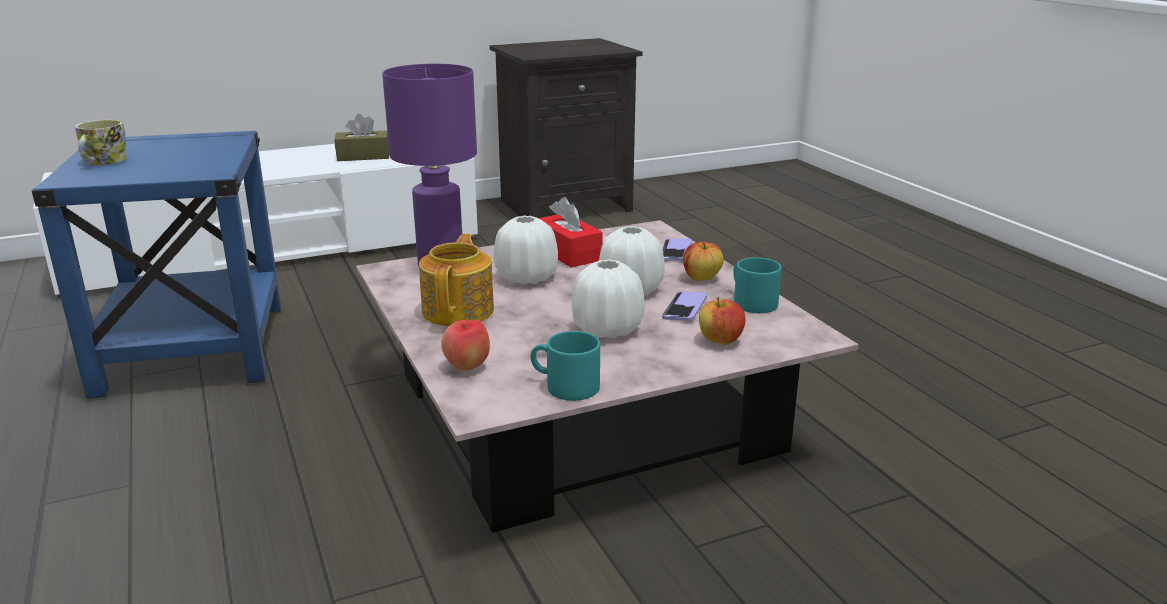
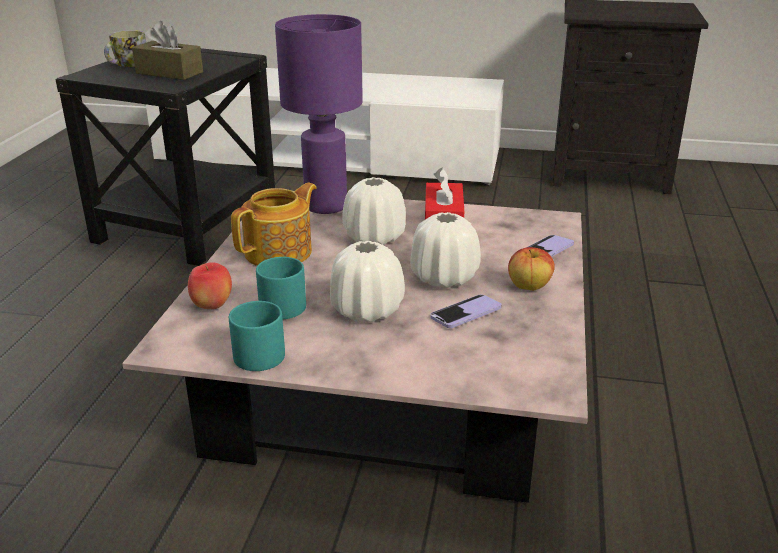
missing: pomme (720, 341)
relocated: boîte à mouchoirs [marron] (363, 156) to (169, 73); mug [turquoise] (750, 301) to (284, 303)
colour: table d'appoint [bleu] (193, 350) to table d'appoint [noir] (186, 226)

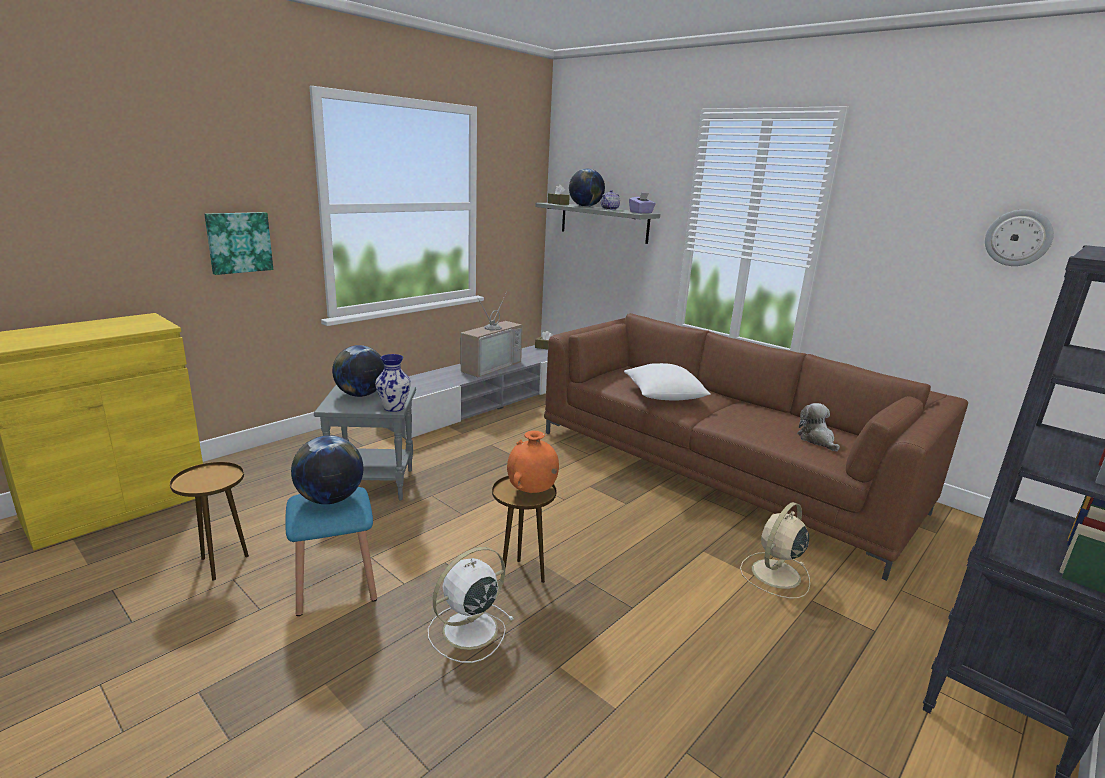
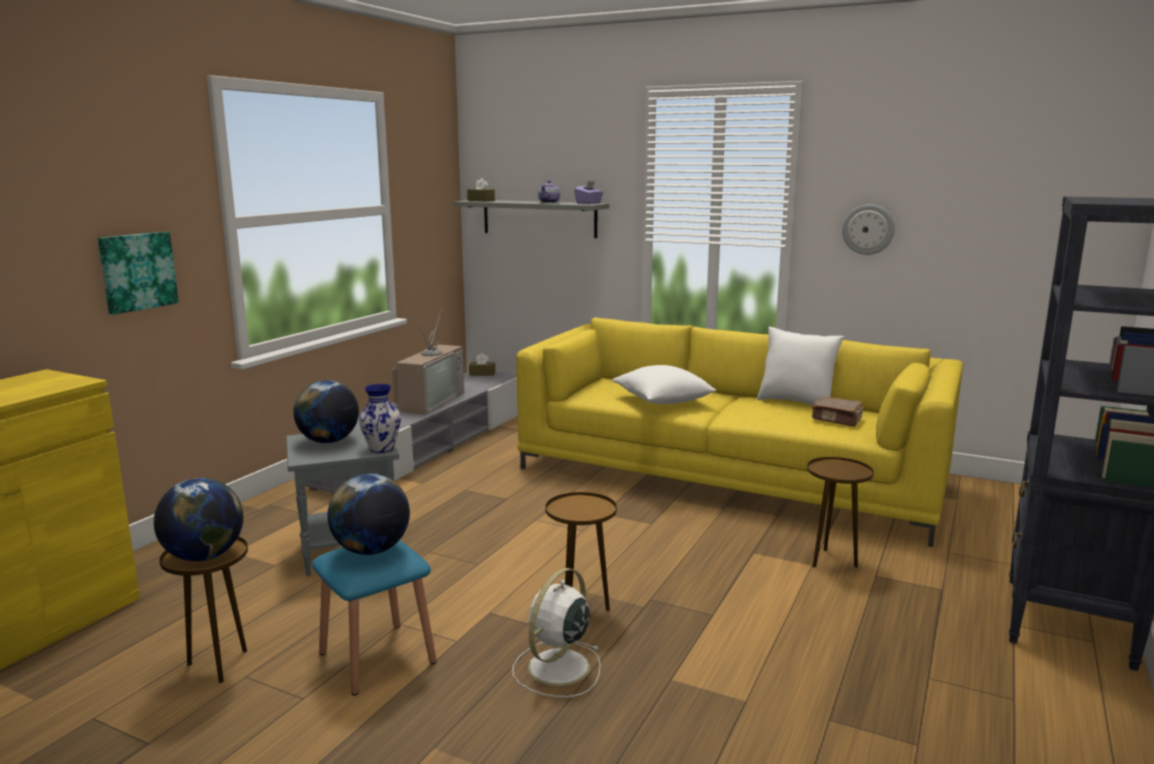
missing: vase [orange] (531, 492)
appeared: coussin [blanc] (796, 402)
relocated: globe (585, 206) to (204, 556); horloge murale (1018, 238) to (868, 229)
exchanged: ventilateur [beige] (774, 575) to table d'appoint [marron] (831, 561); peluche (817, 440) to livre [marron] (837, 420)
colour: canapé [marron] (719, 470) to canapé [jaune] (728, 476)

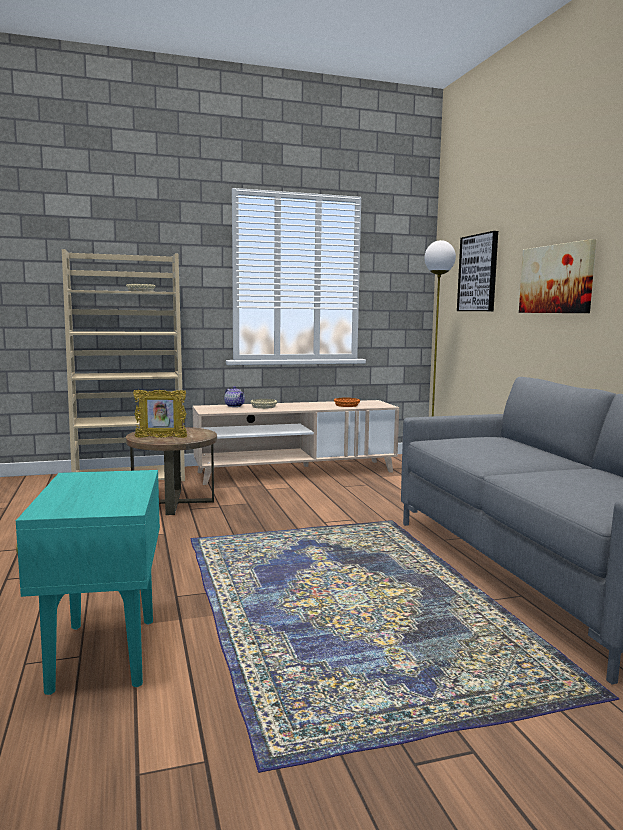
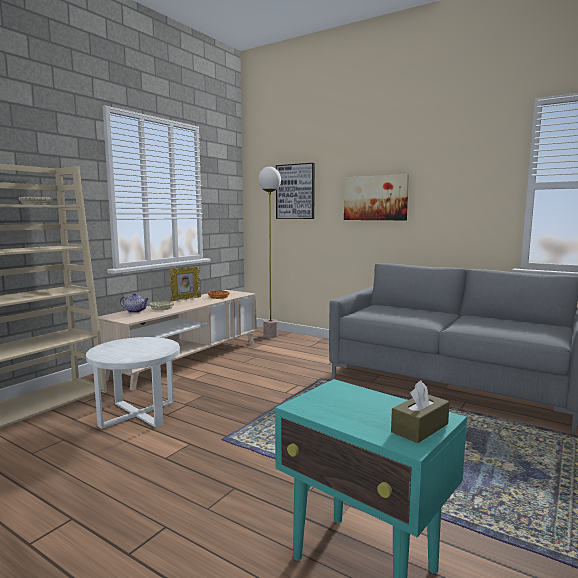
appeared: boîte à mouchoirs [marron] (420, 428)
relocated: cadre photo (161, 438) to (185, 299)
colour: table d'appoint [marron] (173, 502) to table d'appoint [blanc] (138, 413)

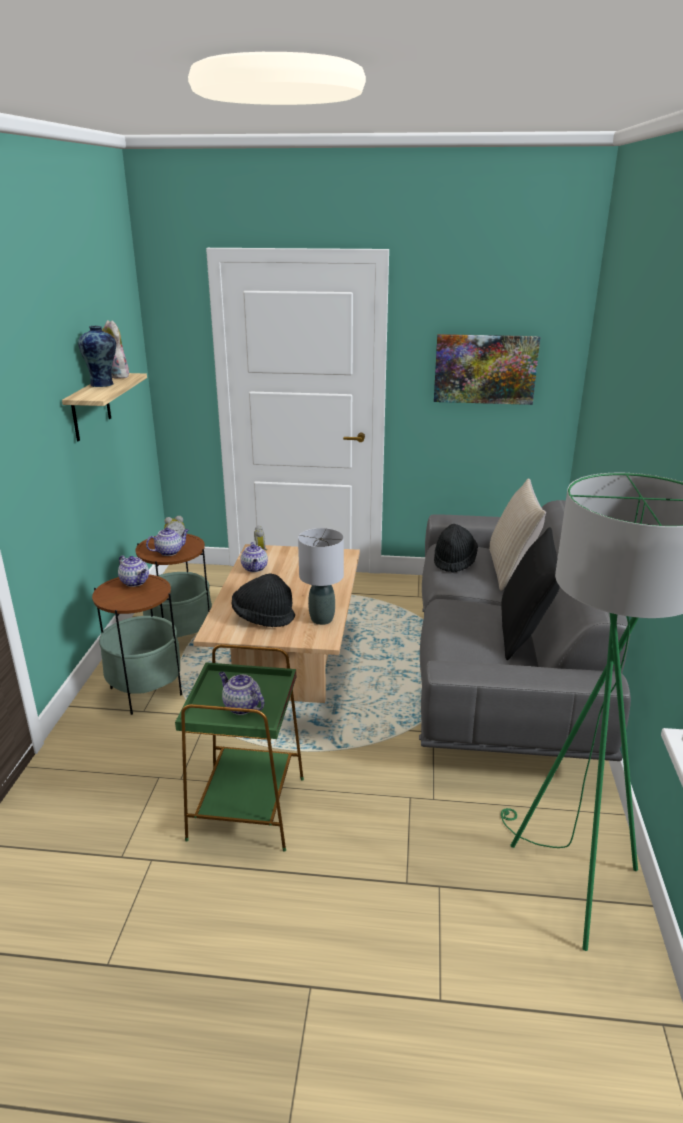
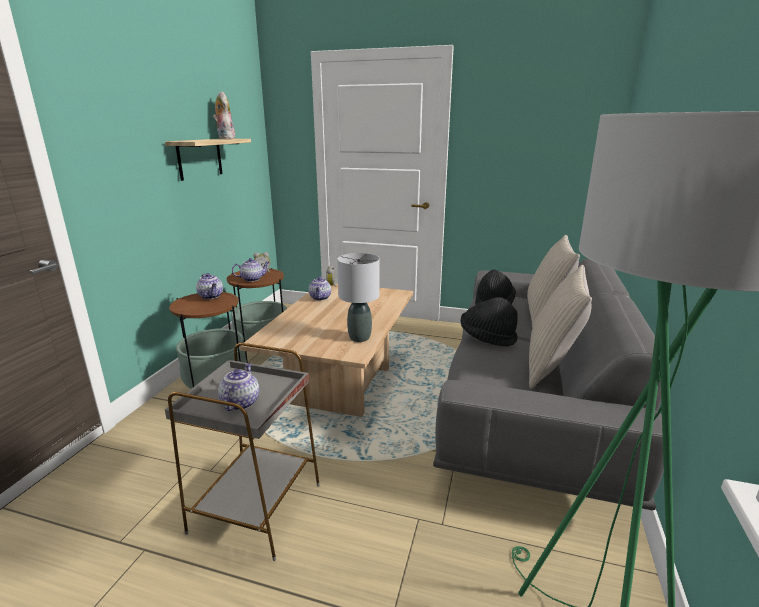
missing: vase (103, 384); tableau (485, 369)
relocated: chapeau [noir] (263, 617) to (487, 338)
colour: table d'appoint [vert] (248, 807) to table d'appoint [gris] (258, 507); coussin [noir] (523, 633) to coussin [beige] (551, 366)
spun: théière (241, 706) = (240, 402) 45 degrees clockwise

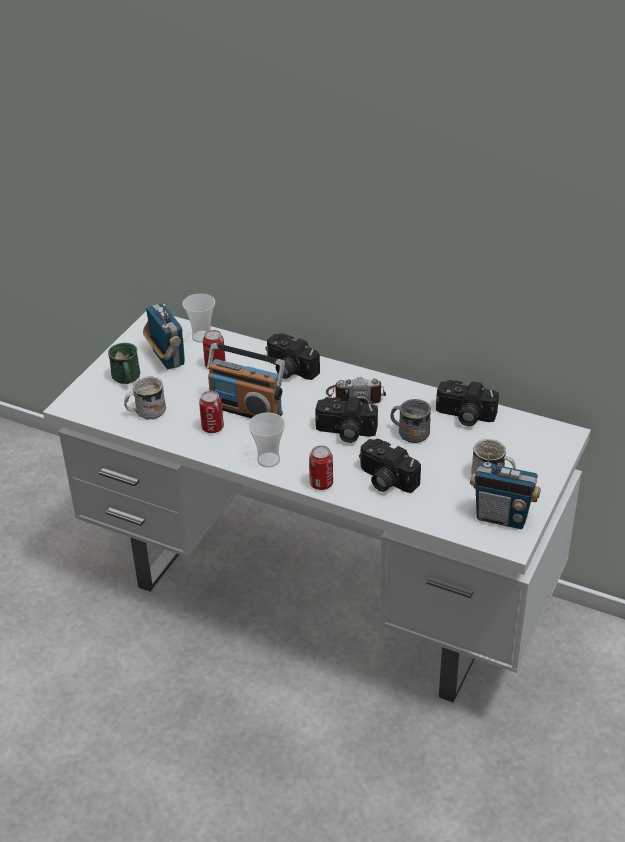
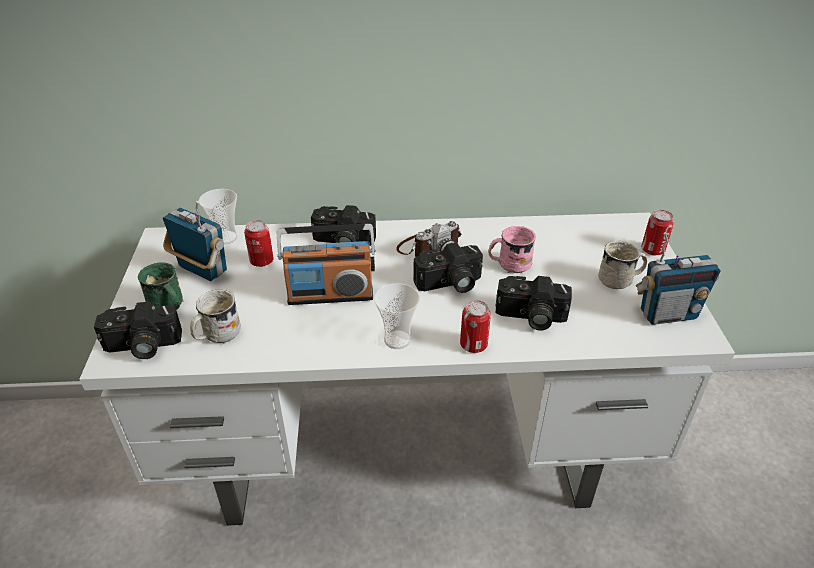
relocated: appareil photo (464, 416) to (142, 346); boîte métallique (212, 427) to (652, 250)
colour: mug [gris] (409, 432) to mug [rose] (509, 264)

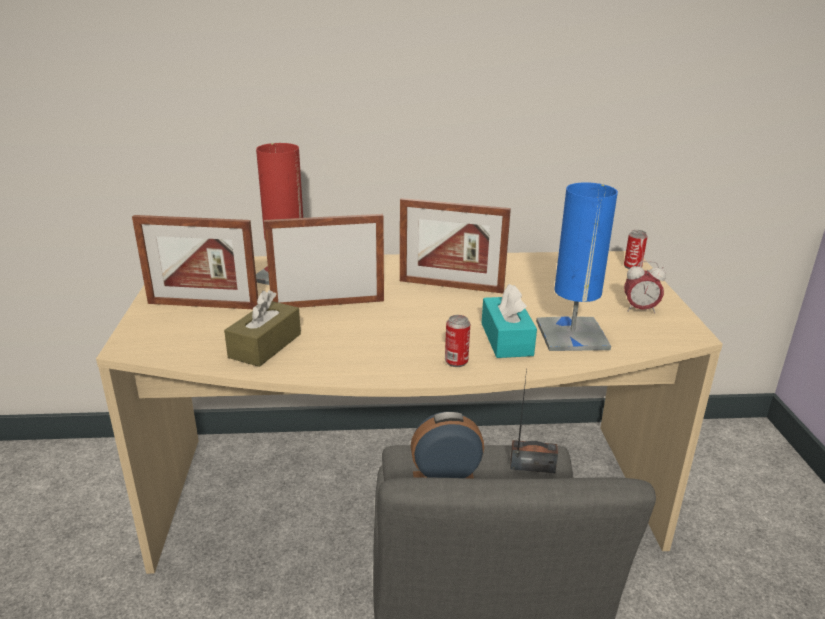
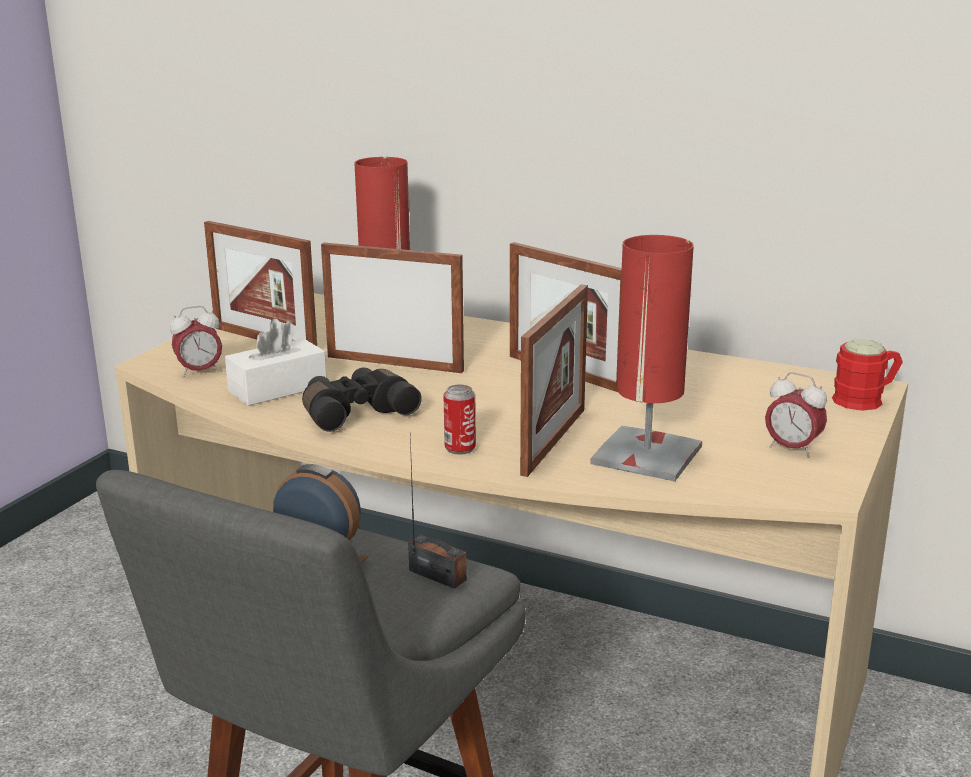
appeared: réveil (199, 372); jumelles [noir] (355, 412)
exchanged: boîte à mouchoirs [turquoise] (506, 339) to cadre photo (554, 441); boîte métallique (632, 266) to mug [rouge] (865, 399)
colour: boîte à mouchoirs [marron] (265, 346) to boîte à mouchoirs [blanc] (277, 389); lampe de table [bleu] (572, 335) to lampe de table [rouge] (646, 455)

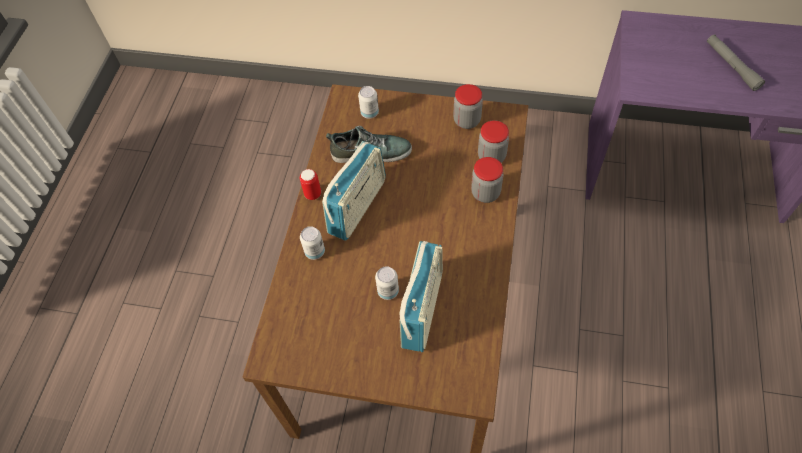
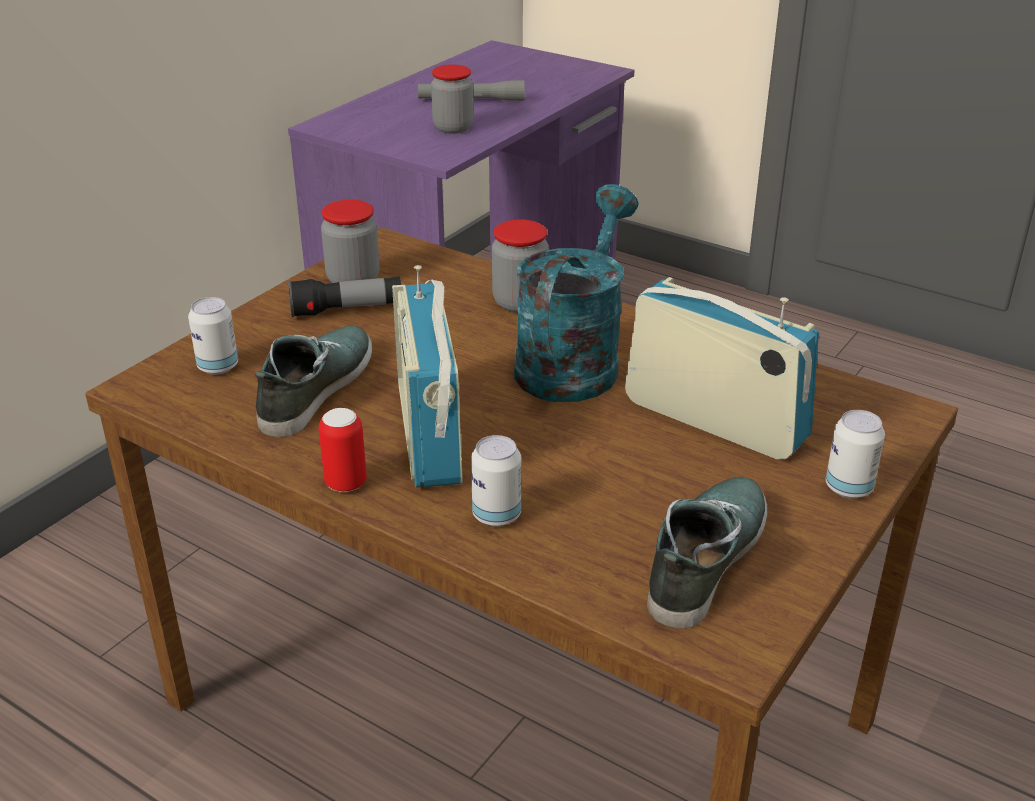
appeared: lampe de poche (347, 310); arrosoir [turquoise] (573, 360); chaussure (704, 558)
relocated: bocal (491, 157) to (453, 128); boîte métallique (388, 291) to (848, 488)
spun: radio (357, 206) = (430, 435) 150 degrees counterclockwise

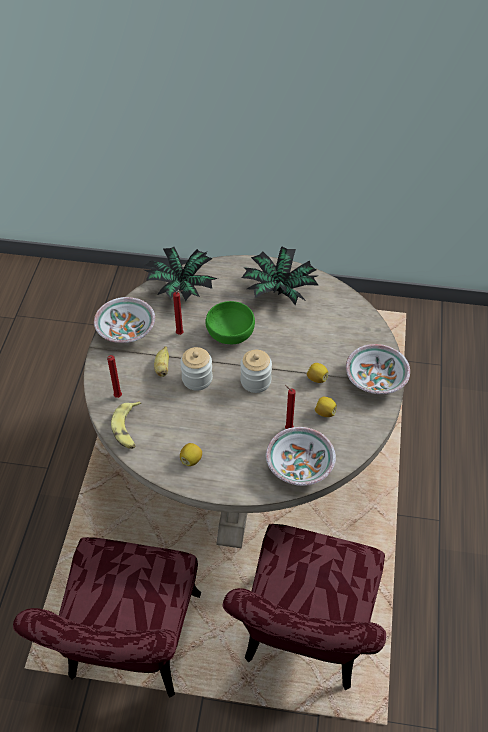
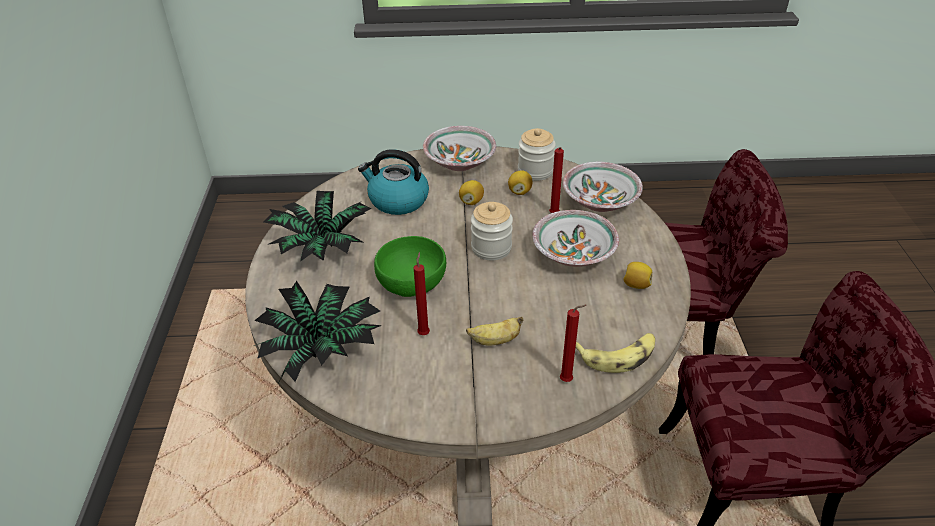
appeared: bouilloire (397, 200)
relocated: bocal (197, 379) to (535, 171); bol (126, 331) to (574, 253)

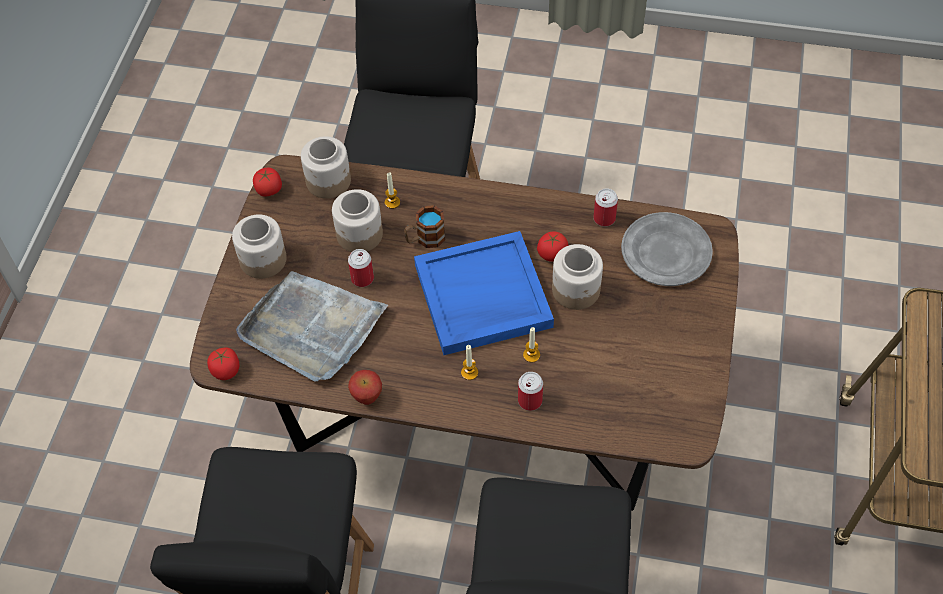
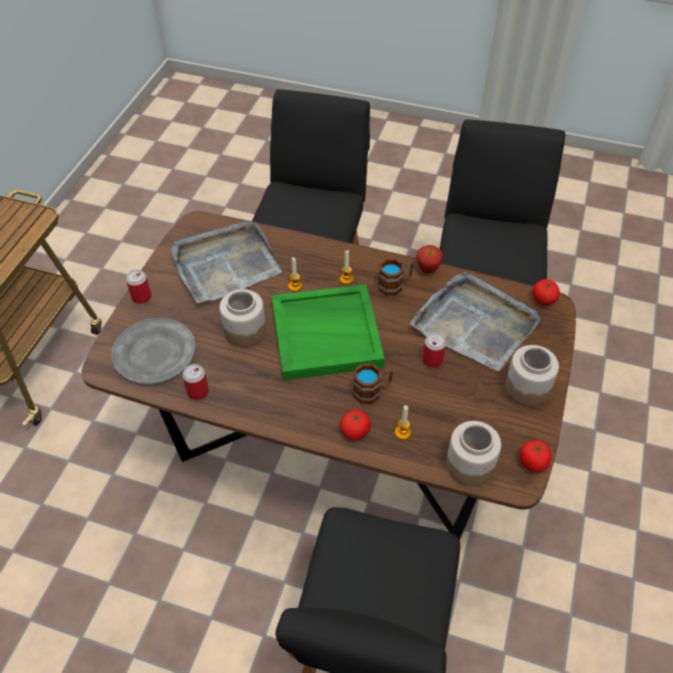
missing: bocal (359, 235)
appeared: plateau [gris] (225, 264); mug (395, 285)
relocated: boîte métallique (530, 400) to (141, 297); tomate (552, 254) to (355, 431)
colour: plateau [bleu] (482, 297) to plateau [vert] (327, 334)

